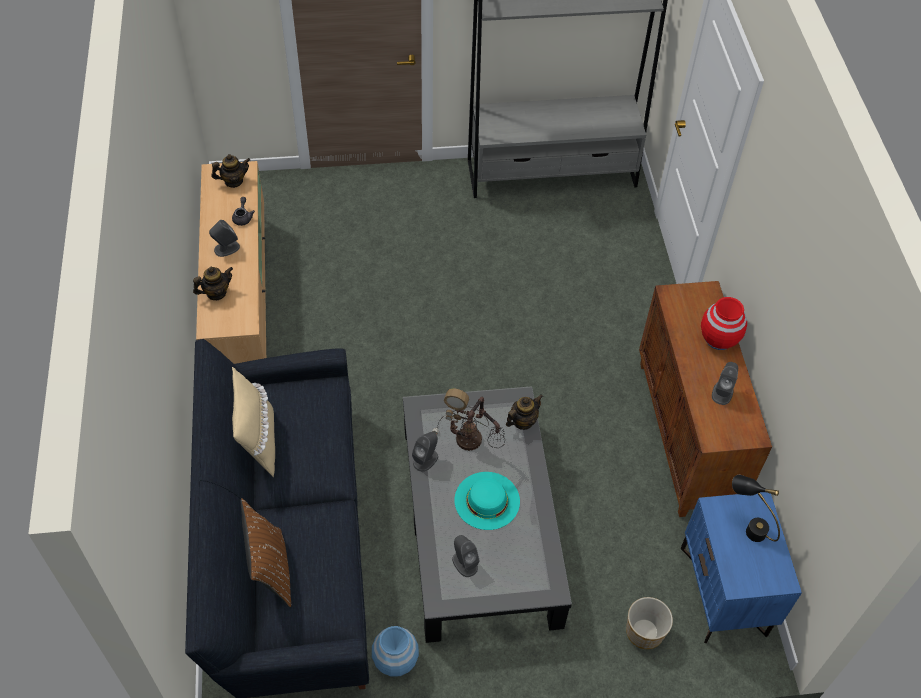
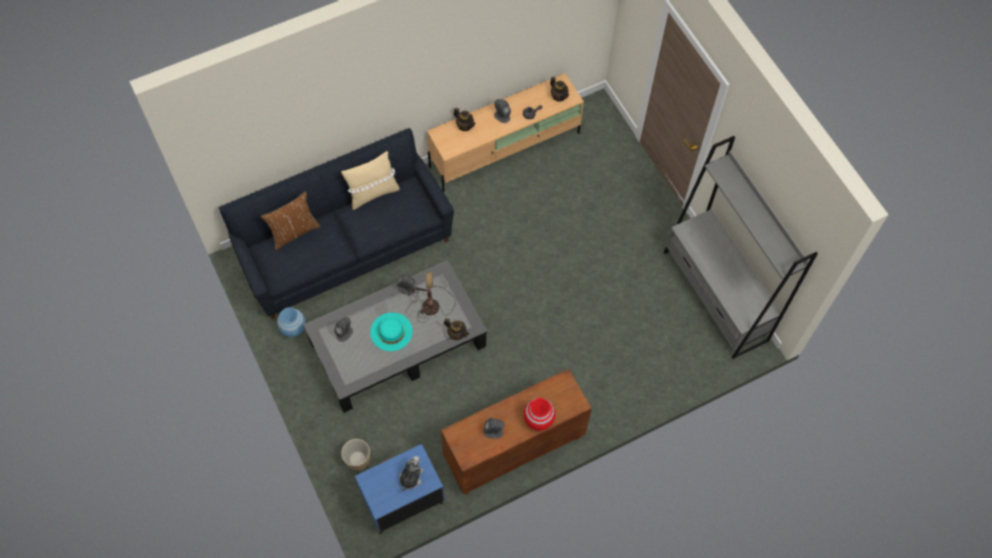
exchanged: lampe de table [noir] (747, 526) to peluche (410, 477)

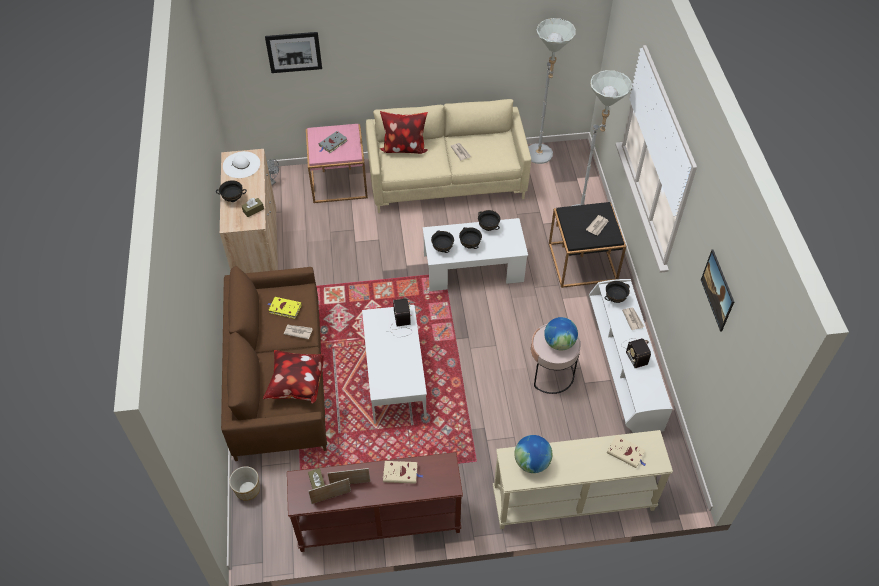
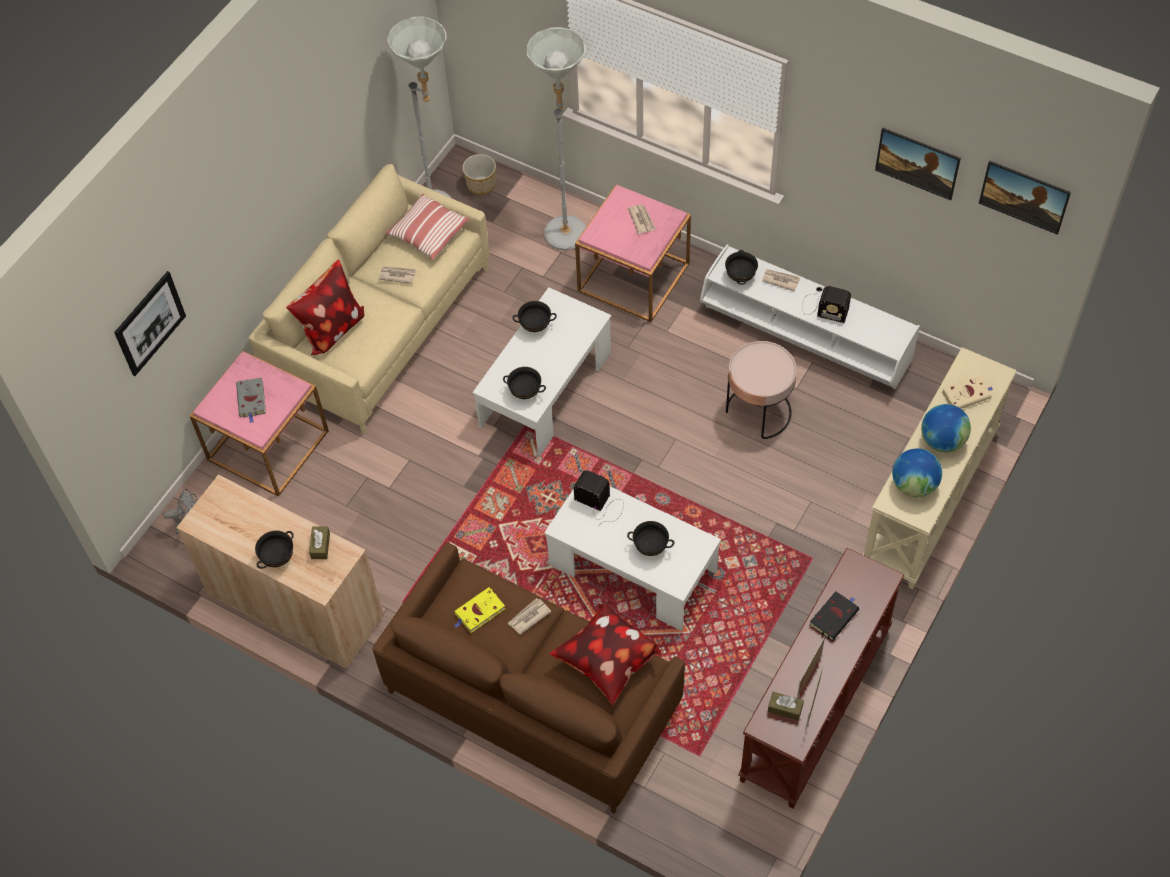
missing: chapeau [blanc] (241, 165)
appeared: coussin (428, 234); tableau (1021, 207)
relocated: cache-pot (247, 489) to (480, 185); bol [noir] (470, 245) to (651, 547); globe (559, 343) to (942, 440)
colour: table d'appoint [noir] (582, 262) to table d'appoint [rose] (633, 277); livre [beige] (401, 473) to livre [noir] (834, 616)

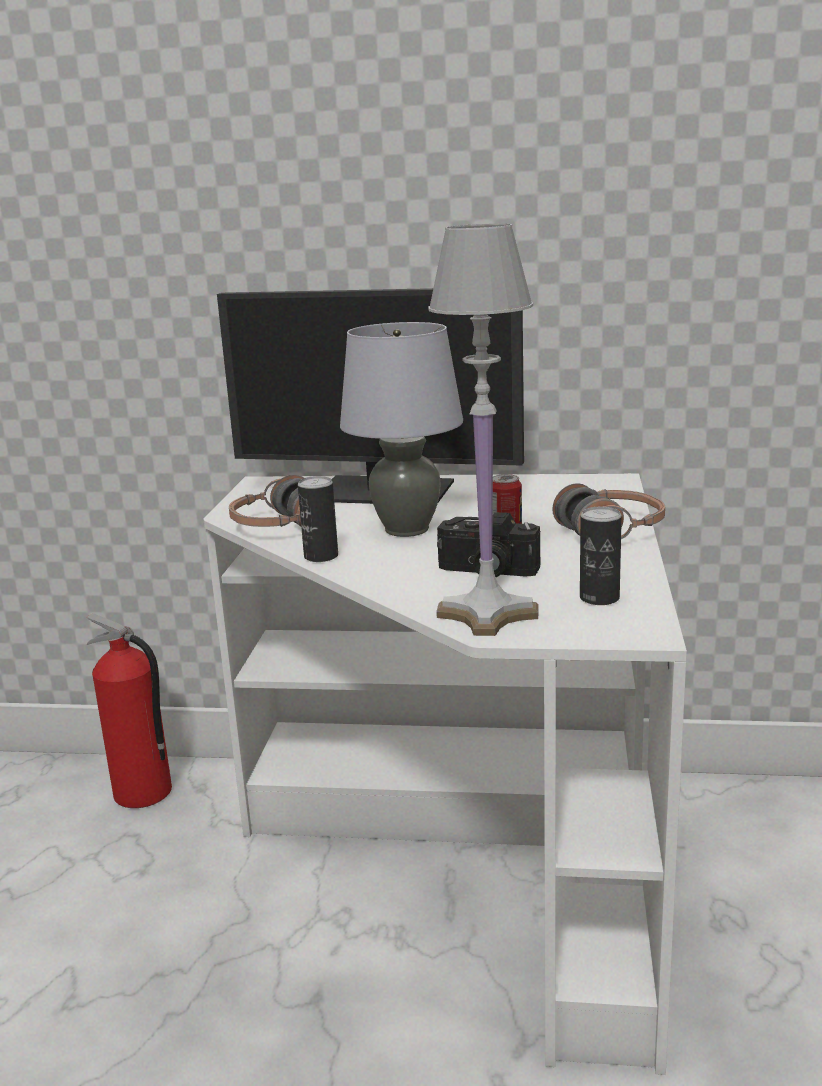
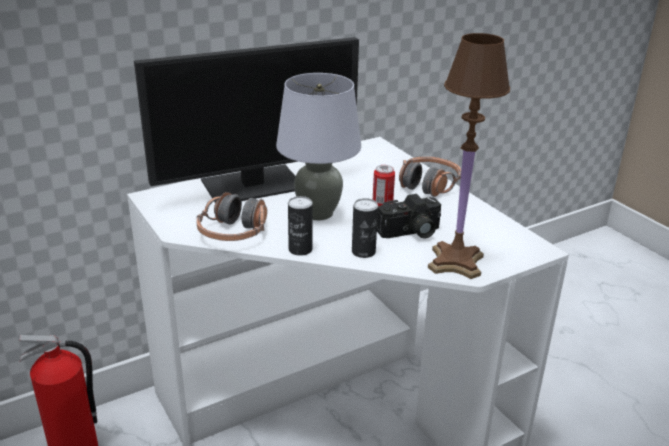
relocated: boîte métallique (599, 598) to (363, 252)
colour: lampe de table [blanc] (488, 614) to lampe de table [marron] (456, 262)

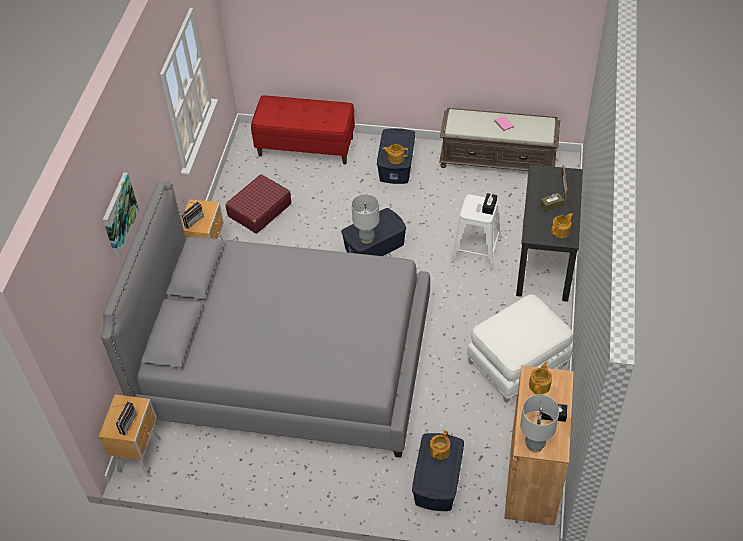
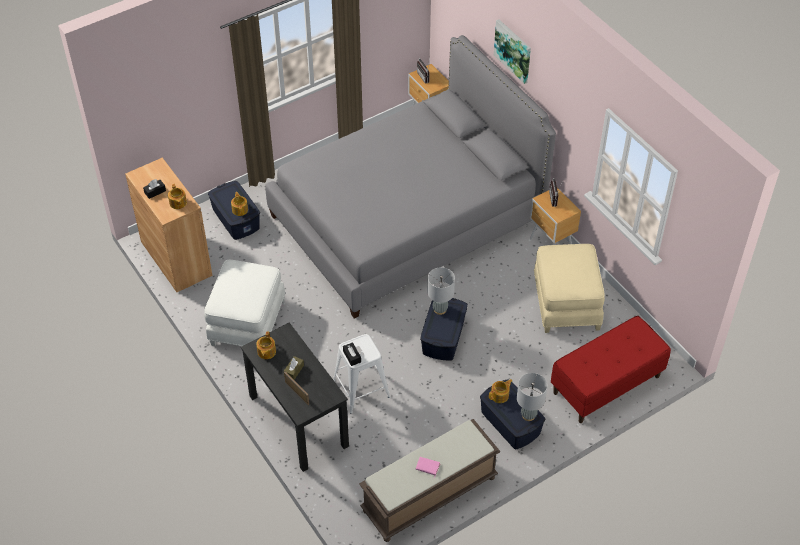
relocated: lampe de table [gris] (534, 445) to (528, 415)
exchanged: valise [rouge] (259, 210) to pouf [beige] (565, 303)

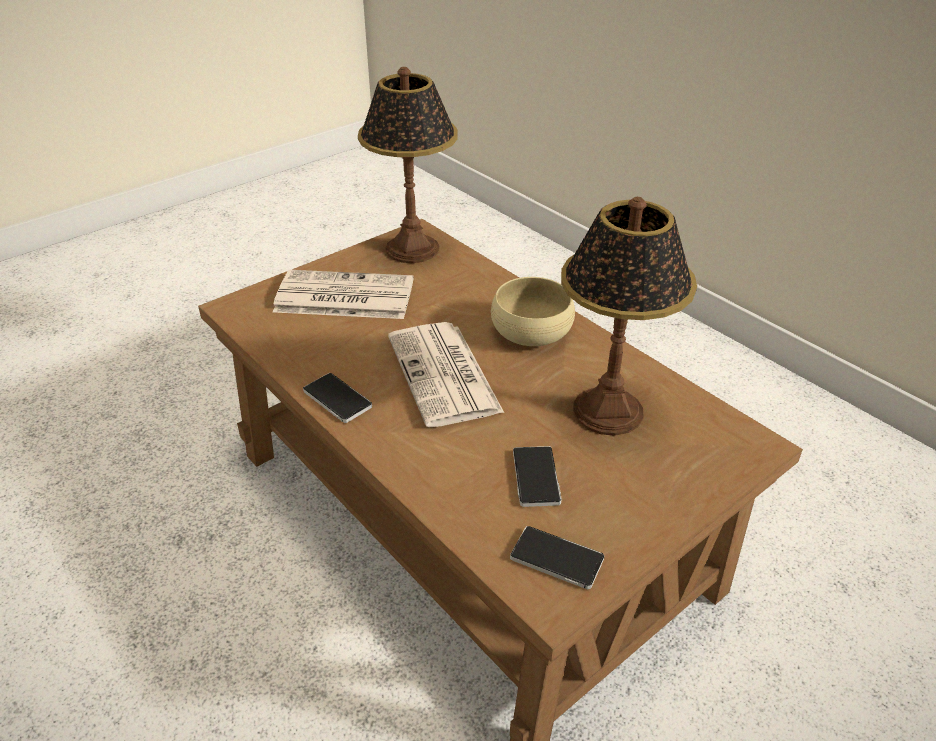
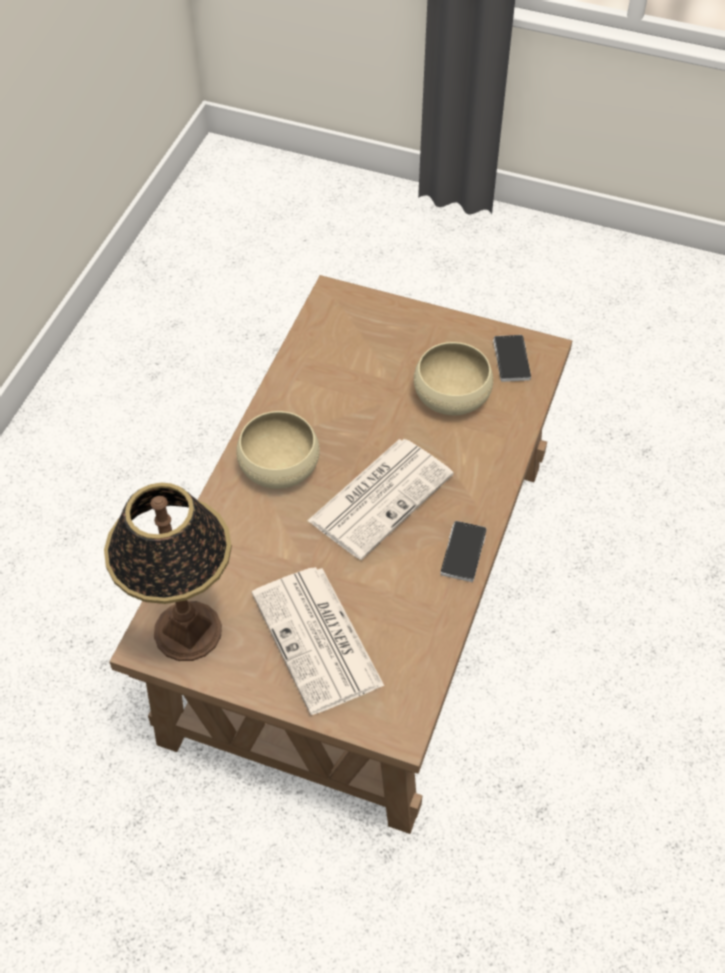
missing: lampe de table (608, 410)
exchanged: téléphone (536, 477) to bol [beige] (452, 394)

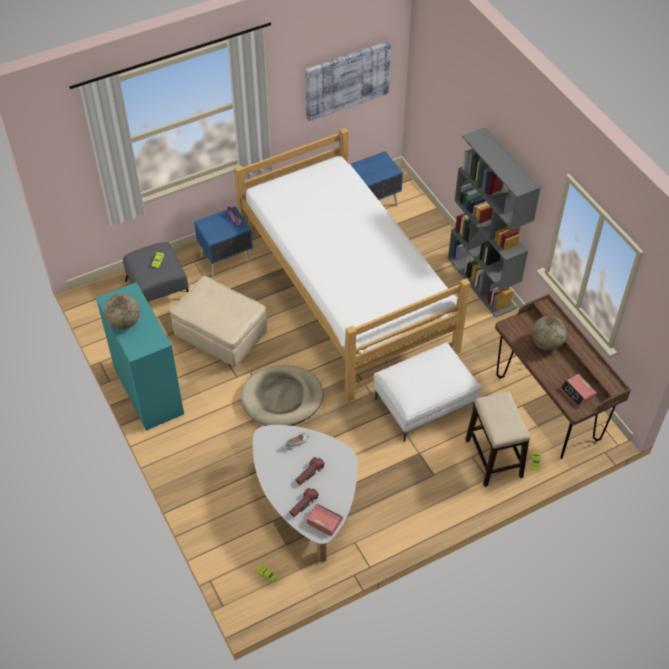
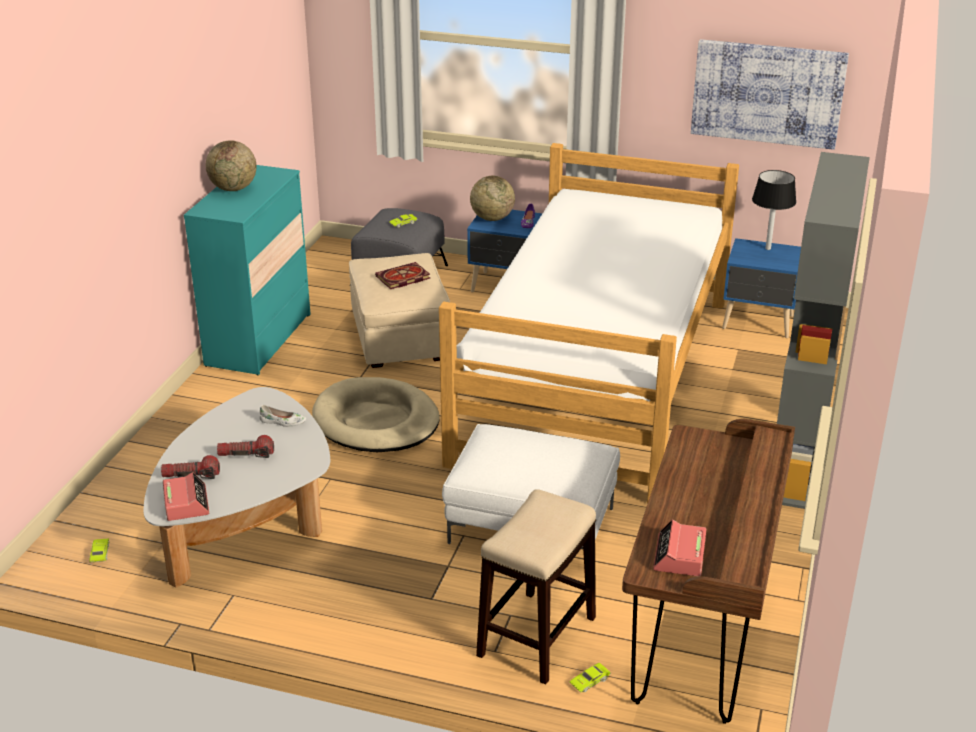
appeared: livre (402, 278); lampe de table [noir] (768, 249)
relocated: globe (546, 343) to (492, 218)

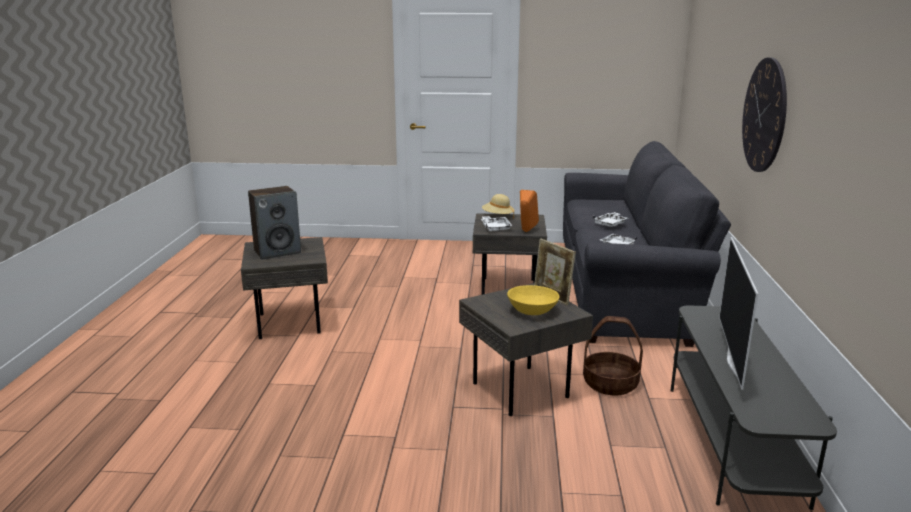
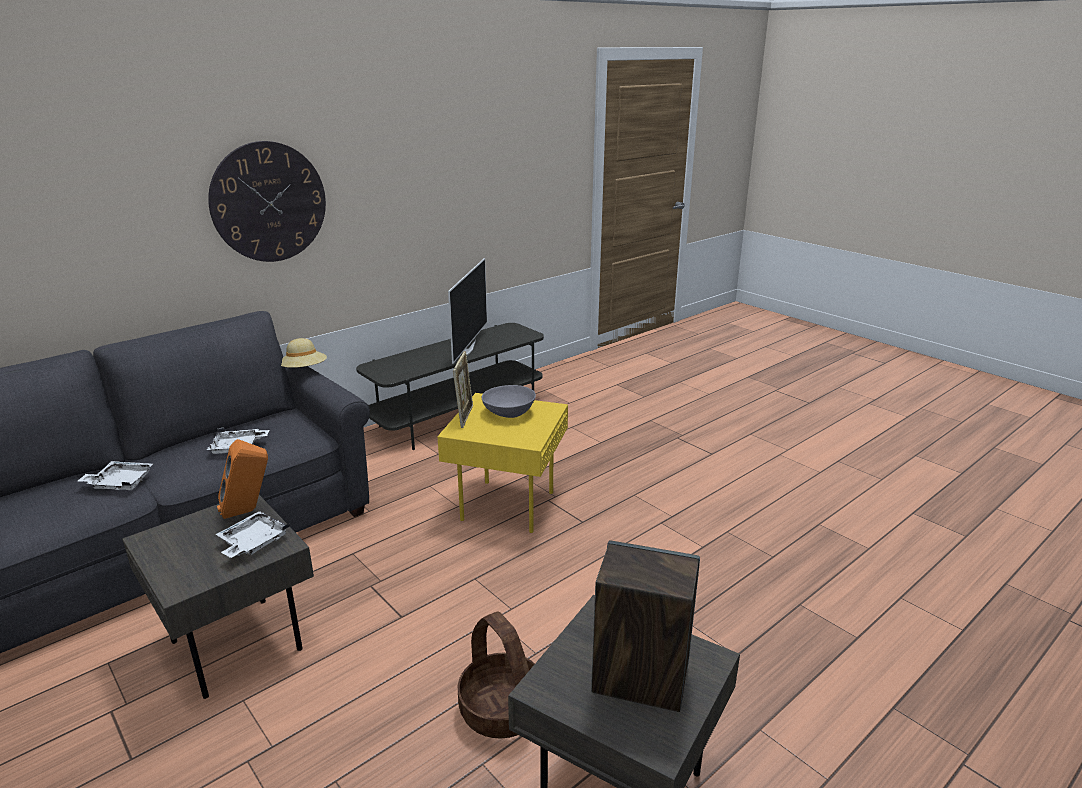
relocated: chapeau [beige] (497, 216) to (304, 370); panier (610, 383) to (501, 709)
colour: table d'appoint [gris] (523, 390) to table d'appoint [jaune] (506, 504); bol [jaune] (532, 311) to bol [gris] (509, 412)
spun: téléviseur (735, 363) = (466, 350) 45 degrees counterclockwise

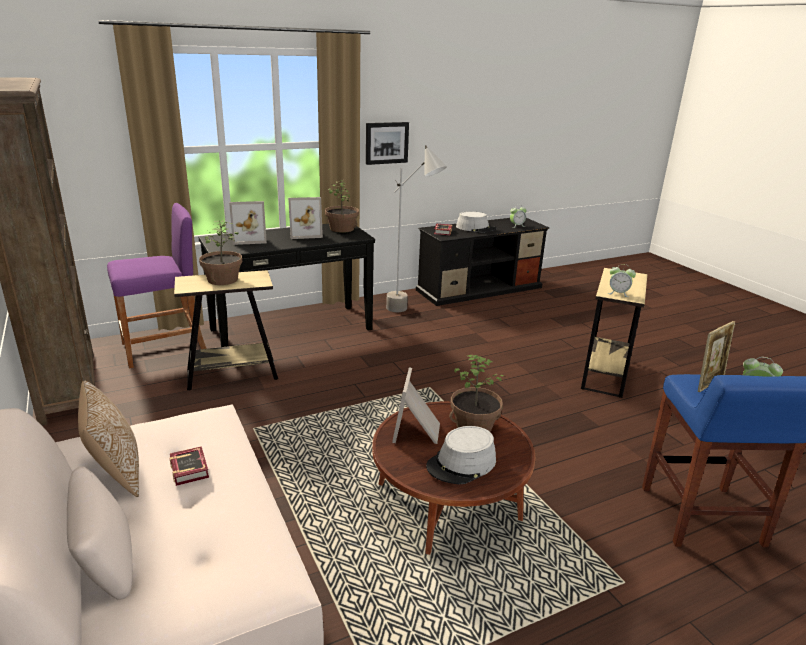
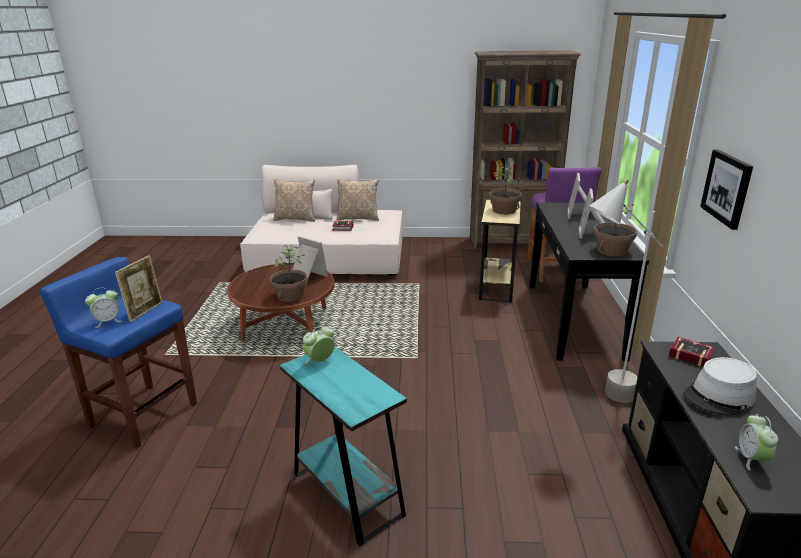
missing: chapeau [gris] (462, 464)
appeared: coussin (295, 219)
colour: table d'appoint [beige] (605, 373) to table d'appoint [turquoise] (347, 494)
spun: cadre photo (709, 383) = (145, 311) 150 degrees counterclockwise

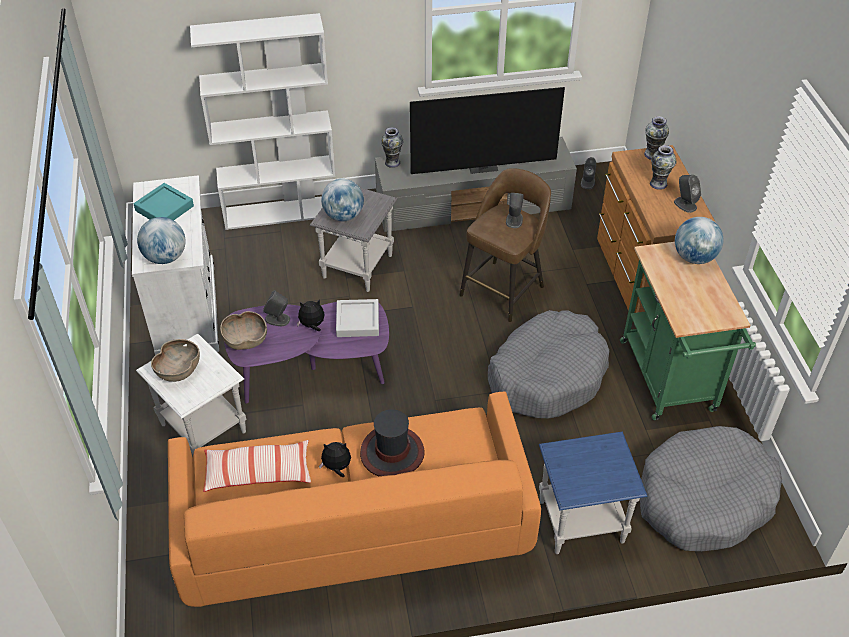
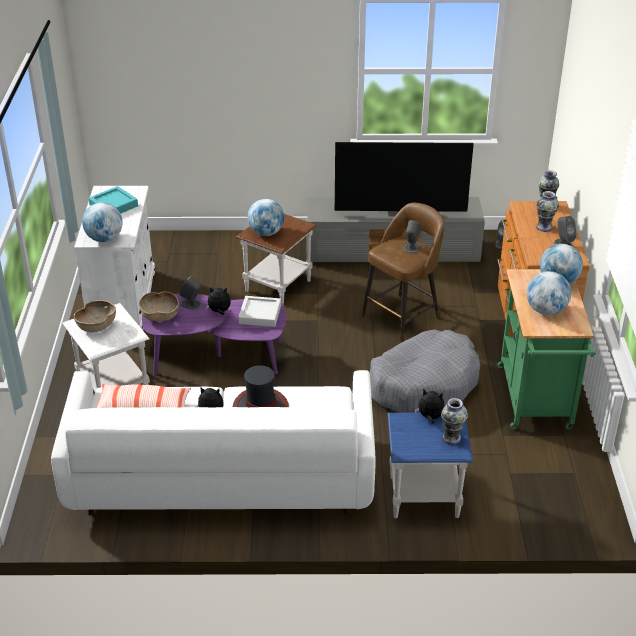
missing: bibliothèque [blanc] (281, 212); panier pour chien [gris] (704, 499)
appeared: peluche (430, 417); globe (546, 310)
relocated: vase (392, 162) to (451, 438)
colour: canapé [orange] (353, 525) to canapé [blanc] (221, 474); table d'appoint [gris] (357, 267) to table d'appoint [marron] (277, 286)

